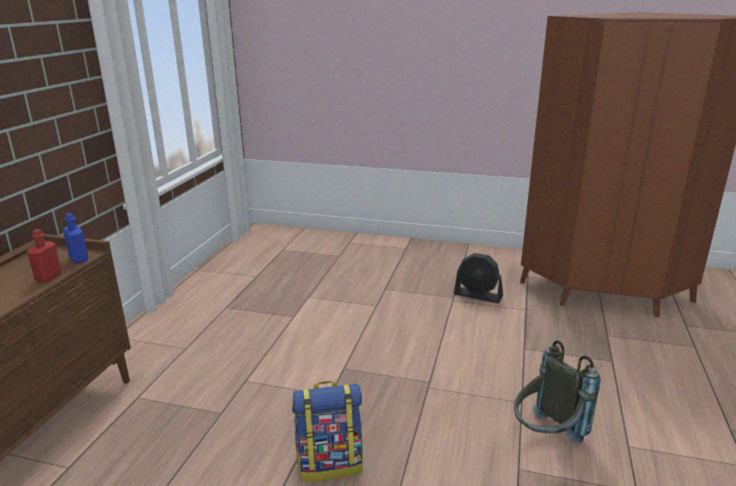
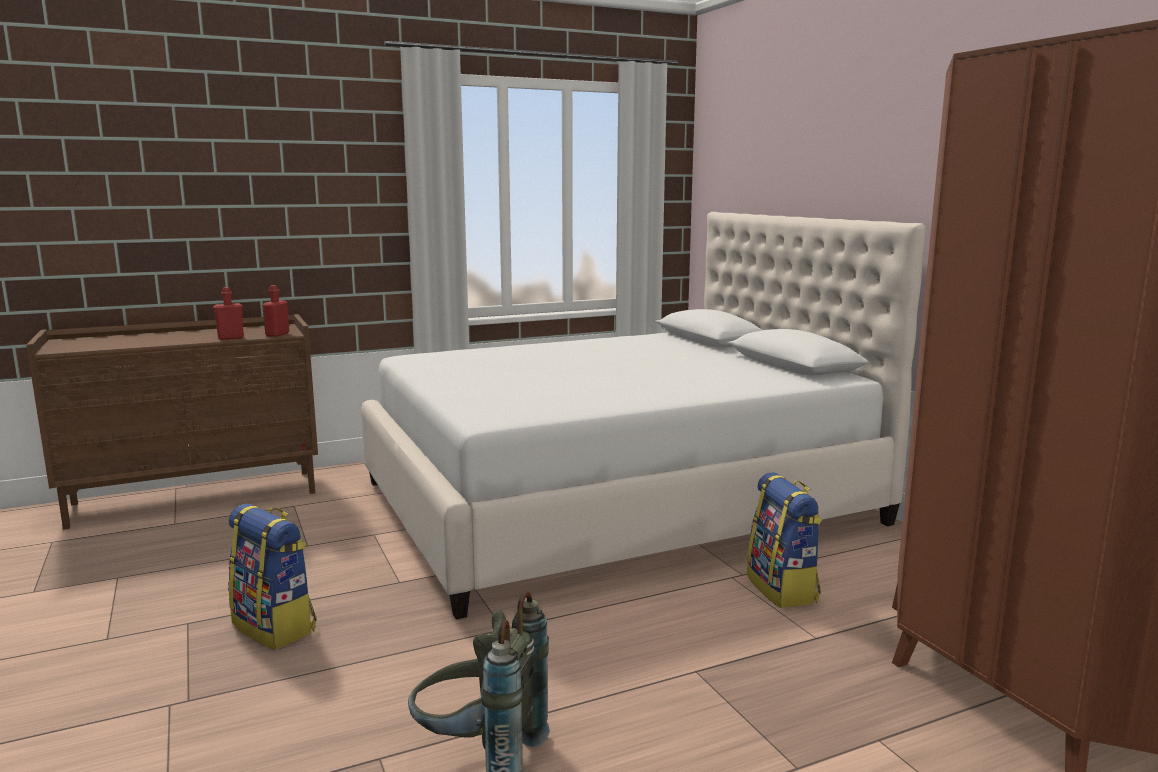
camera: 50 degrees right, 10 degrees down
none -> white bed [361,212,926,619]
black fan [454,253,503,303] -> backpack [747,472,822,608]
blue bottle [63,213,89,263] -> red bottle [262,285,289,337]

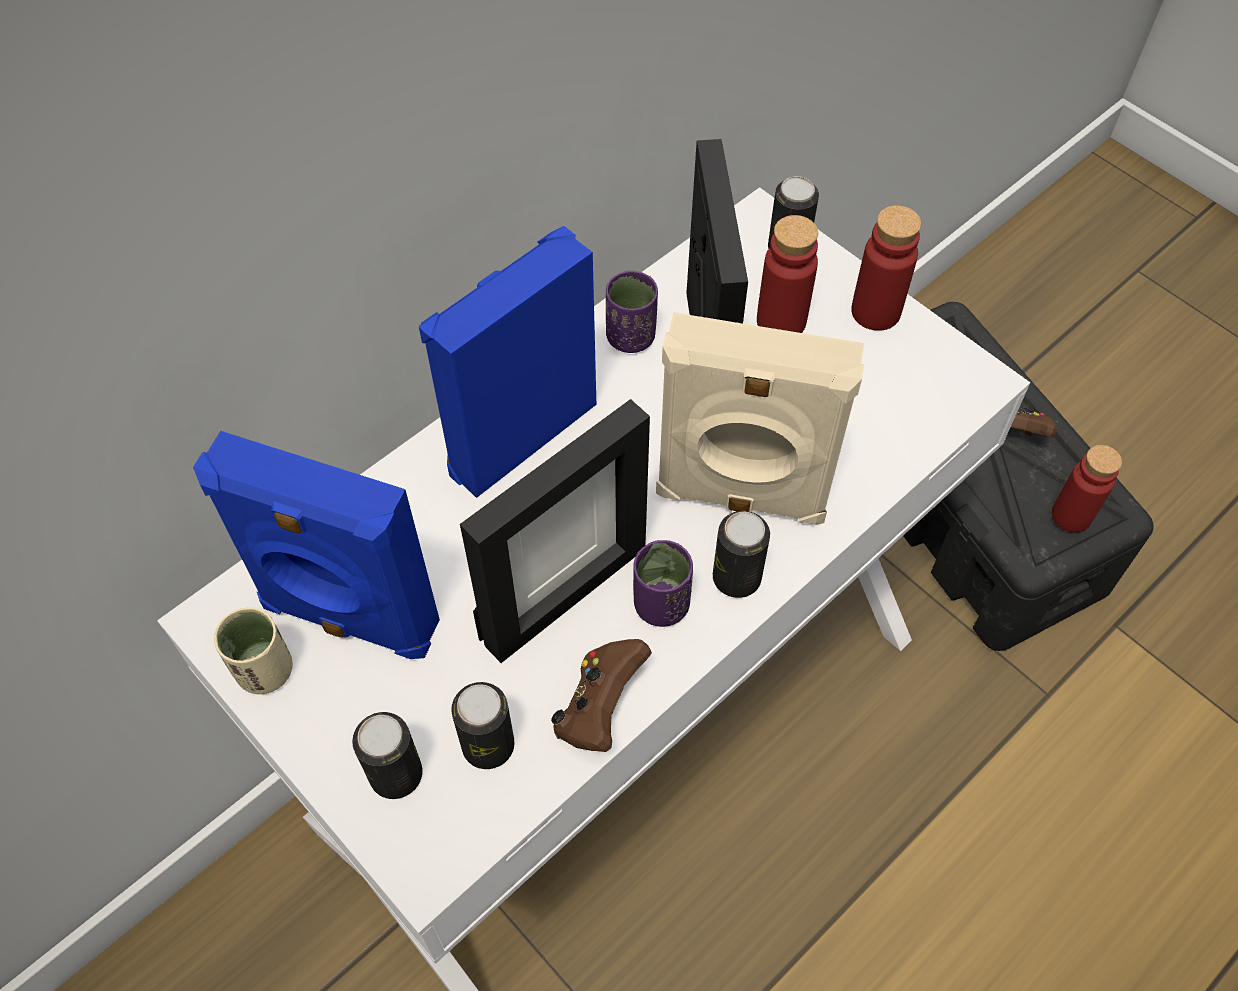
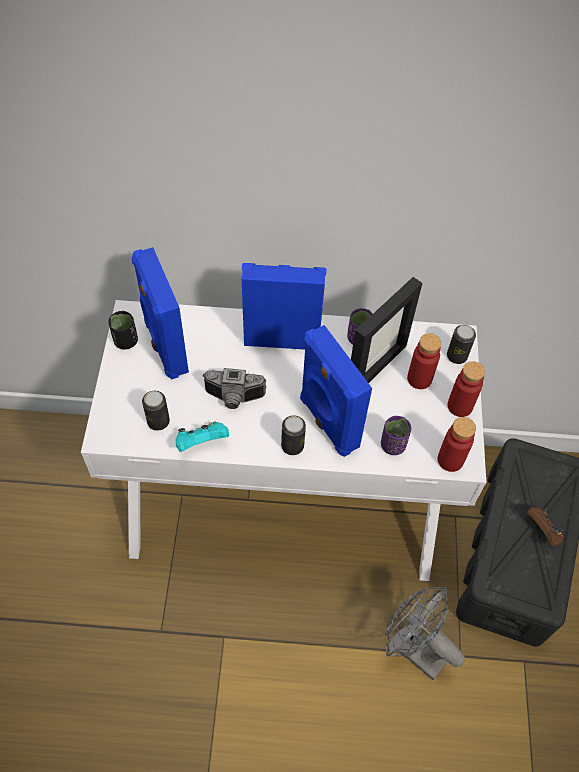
camera: 45 degrees right, 0 degrees up
can [352,712,422,799] -> none
none -> grey fan [385,587,465,680]
purple cup [633,540,693,627] -> purple cup [381,416,411,455], move
red bottle [1052,445,1122,532] -> red bottle [438,417,476,472], move
picture frame [460,399,650,663] -> photo camera [202,368,267,409]
beige cup [214,607,293,694] -> black cup [108,311,138,350]
brown game controller [551,639,652,752] -> turquoise game controller [176,421,229,452]
beige speaker [656,312,864,525] -> blue speaker [300,325,372,457]

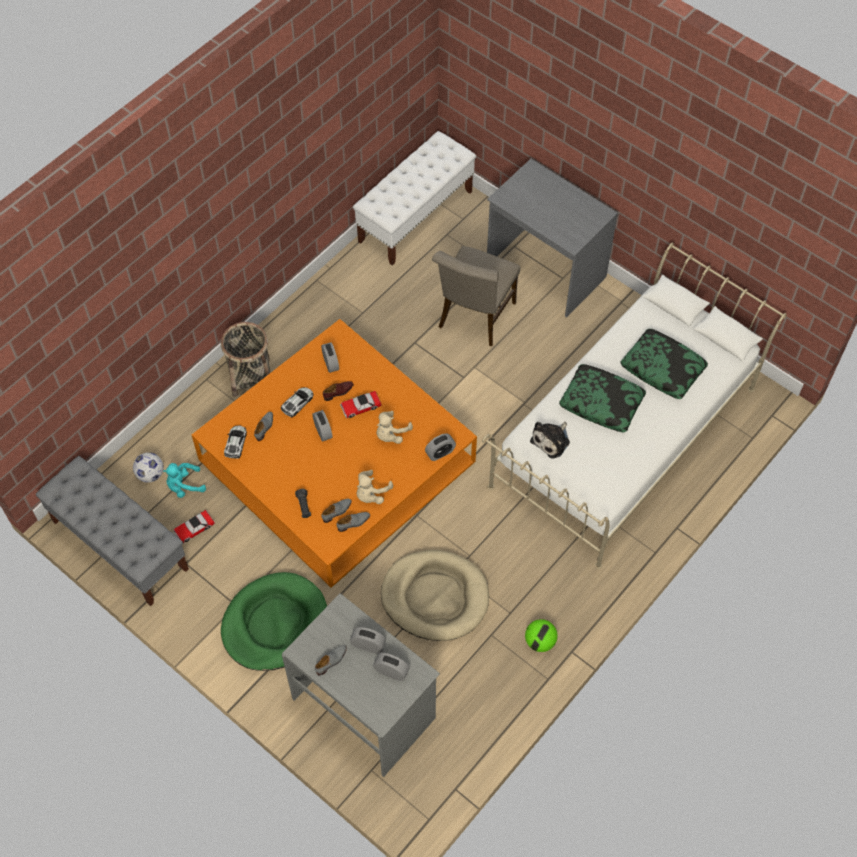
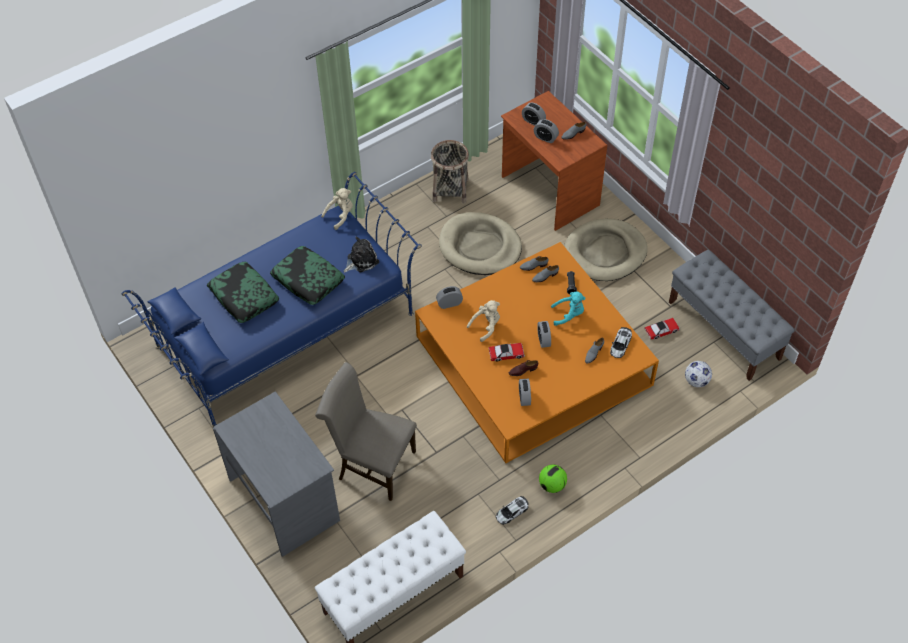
camera: 165 degrees left, 5 degrees down
turquoise plush toy [163,463,206,498] -> turquoise plush toy [551,292,585,326], move
basket [221,322,270,397] -> basket [431,140,469,203], move
toy car [281,387,314,417] -> toy car [496,496,529,525], move
beige plush toy [357,470,393,504] -> beige plush toy [321,188,353,230], move
football [525,619,558,652] -> football [539,465,567,493], move
green dog bed [221,572,327,671] -> beige dog bed [564,219,648,281]
grey desk [282,593,440,777] -> brown desk [501,91,607,231]
white bed [482,243,786,569] -> blue bed [122,172,422,428]
beige chair [432,246,520,346] -> beige chair [315,362,417,501], 105 degrees counterclockwise

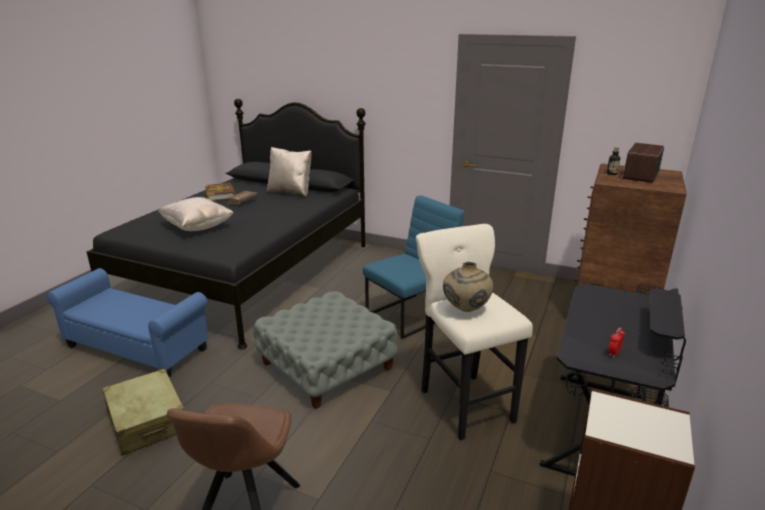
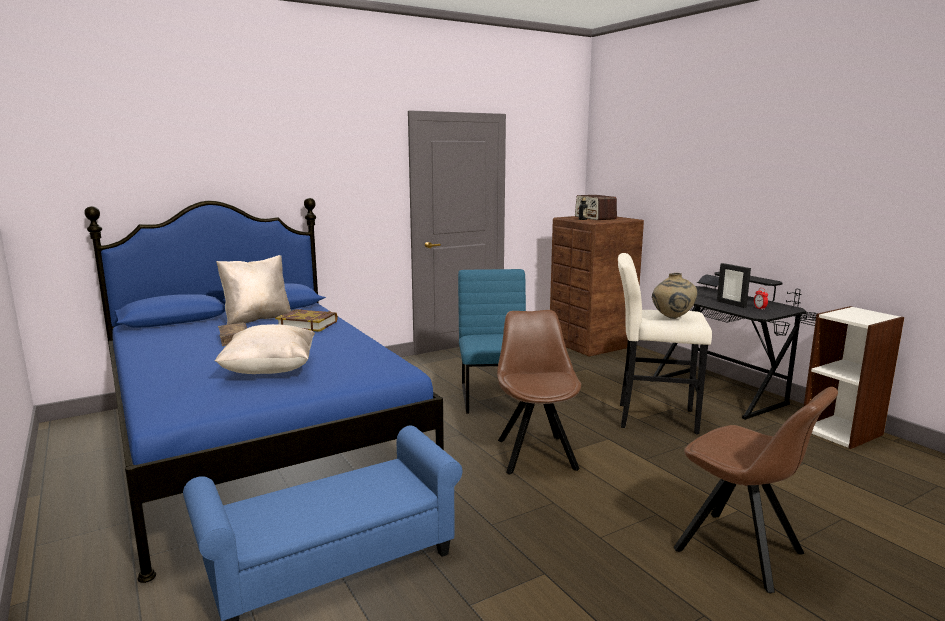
camera: 55 degrees left, 10 degrees down
beige suitcase [102,368,185,456] -> none
none -> picture frame [717,263,751,308]
book [205,183,235,201] -> book [275,309,338,332], move
grey ottoman [253,291,398,409] -> brown chair [497,310,581,474]
black bed [87,99,365,349] -> blue bed [84,198,444,583]

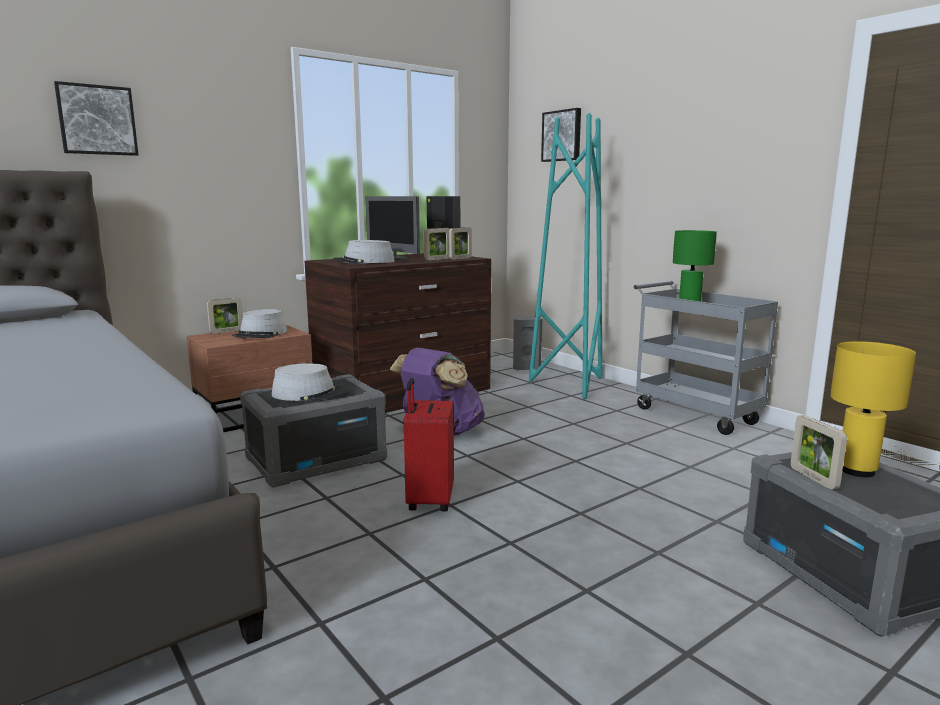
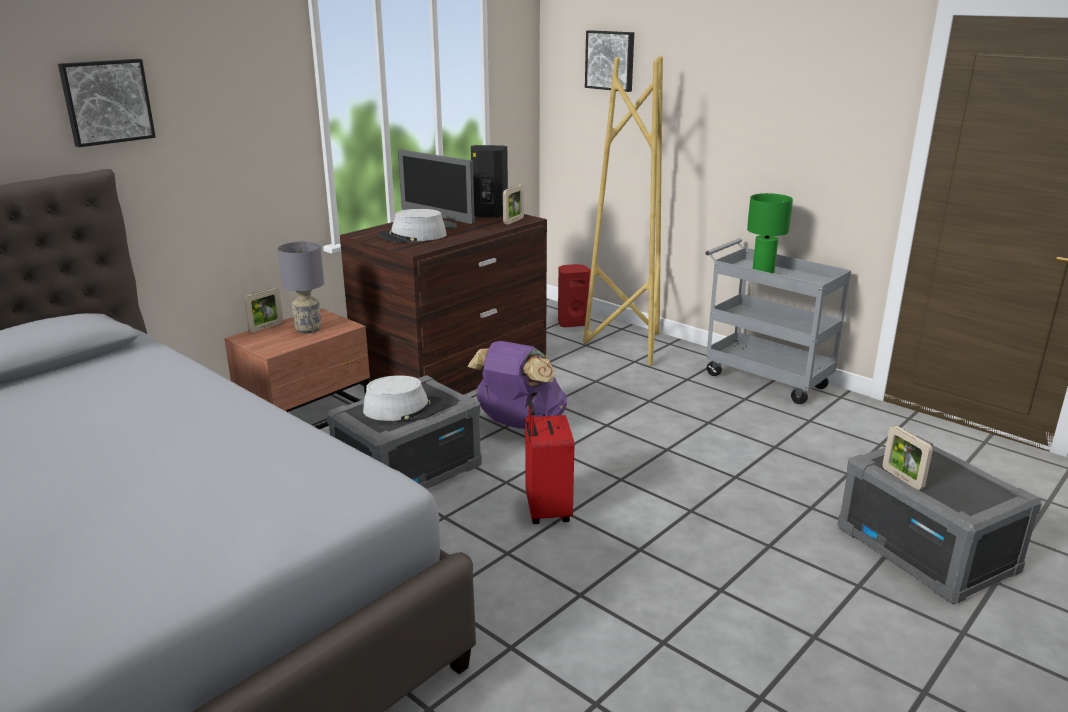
camera: 10 degrees left, 10 degrees up
picture frame [424,228,449,260] -> none
yellow table lamp [831,341,916,477] -> none
grey hat [232,309,287,338] -> grey table lamp [278,241,324,334]
grey speaker [513,315,542,370] -> red speaker [558,264,591,328]
turquoise clothes rack [529,113,602,399] -> yellow clothes rack [583,56,663,366]

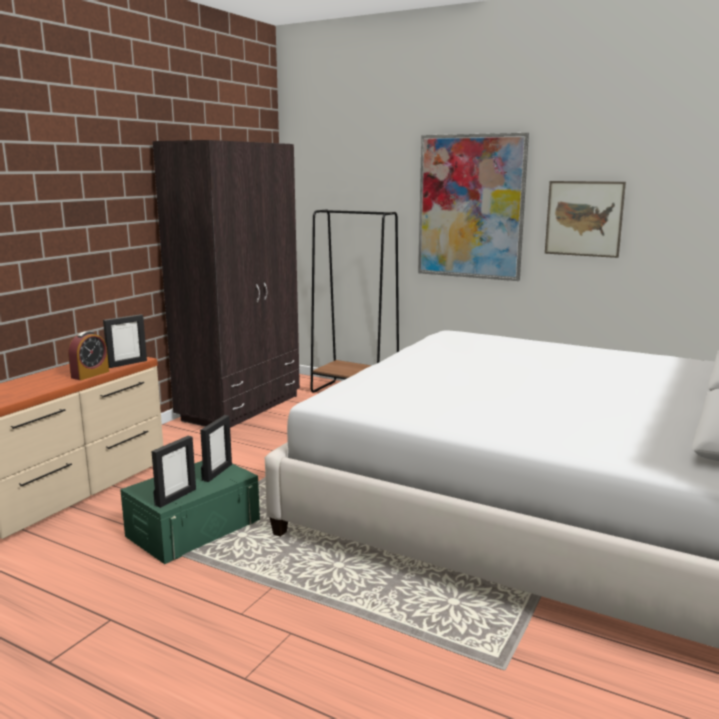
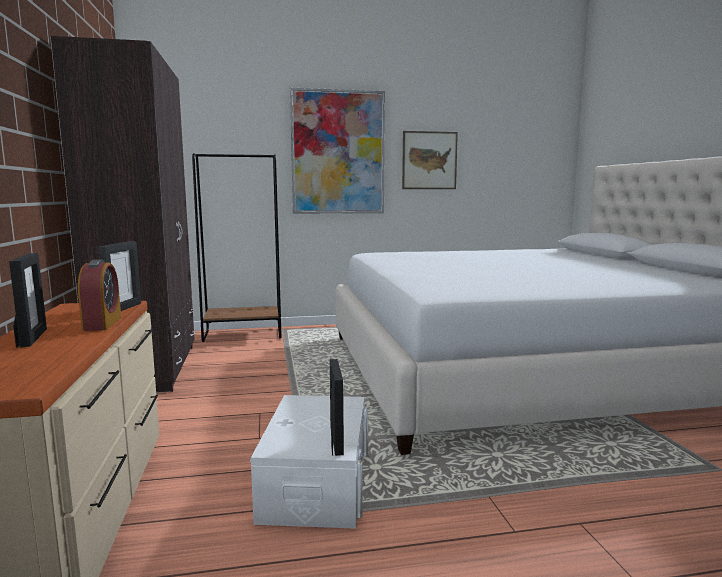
camera: 40 degrees left, 5 degrees down
picture frame [200,415,232,482] -> picture frame [9,253,47,348], move
green storage box [120,461,260,564] -> white storage box [250,395,368,529]

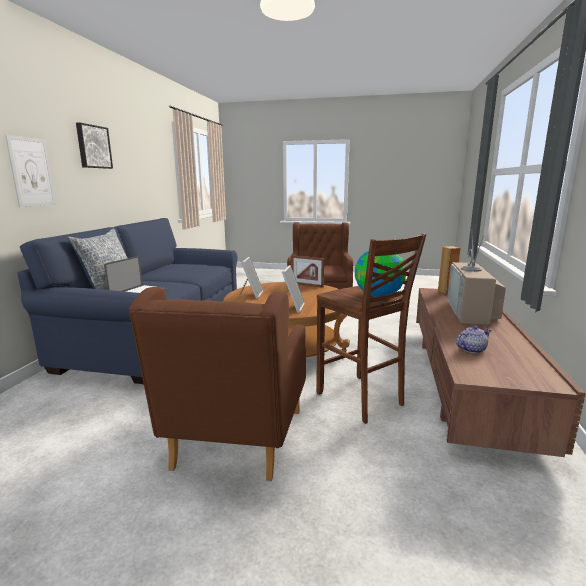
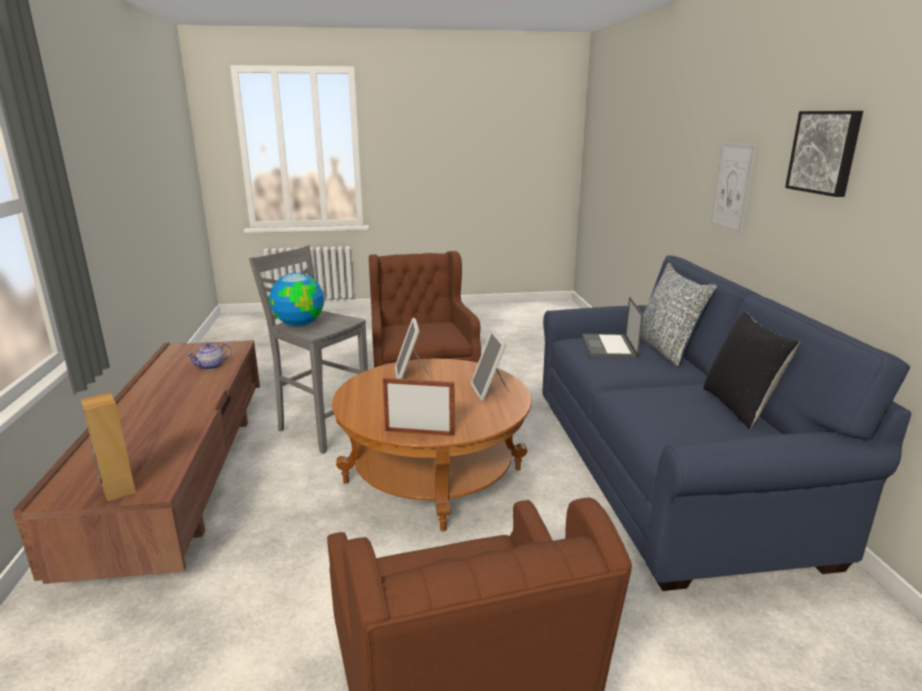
camera: 160 degrees right, 5 degrees up
television [447,235,506,325] -> none
none -> black pillow [703,311,800,429]
brown stool [316,233,427,424] -> grey stool [249,246,368,454]

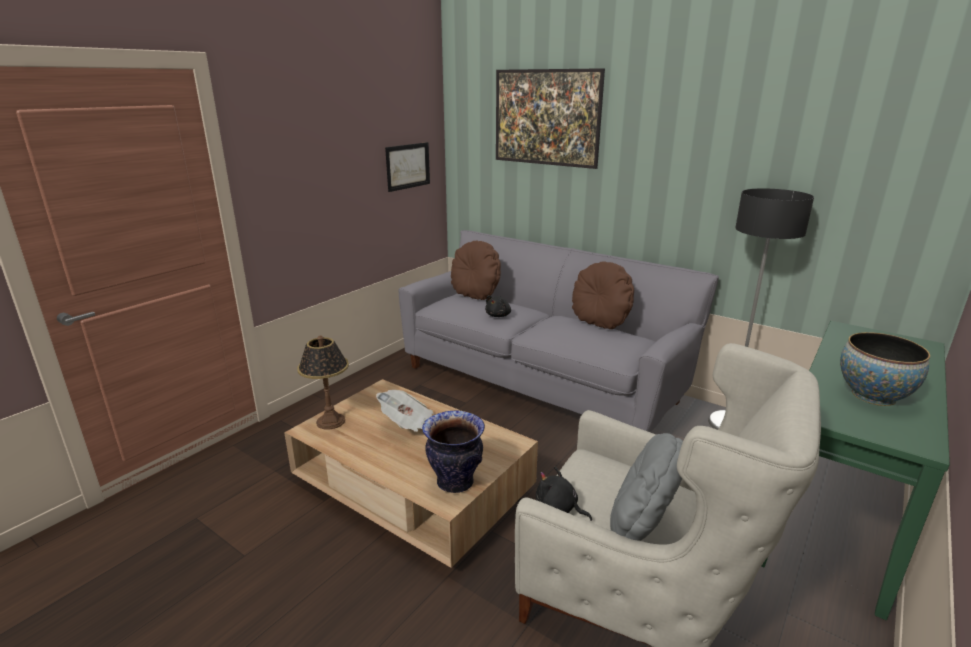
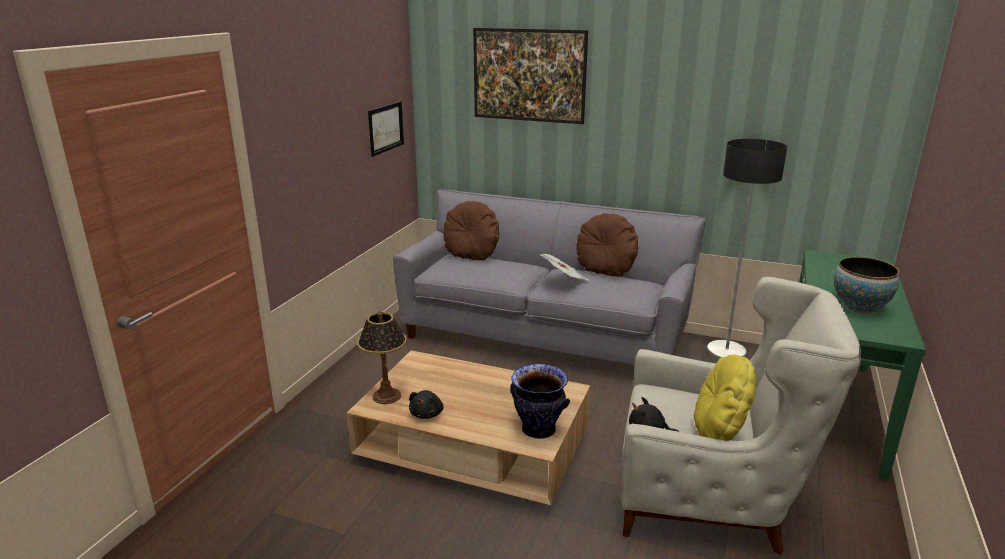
camera: 15 degrees left, 0 degrees up
newspaper [376,390,433,432] -> newspaper [539,254,590,281], move
black plush toy [485,295,511,317] -> black plush toy [409,390,444,419], move
grey pillow [610,433,683,541] -> yellow pillow [694,355,756,441]

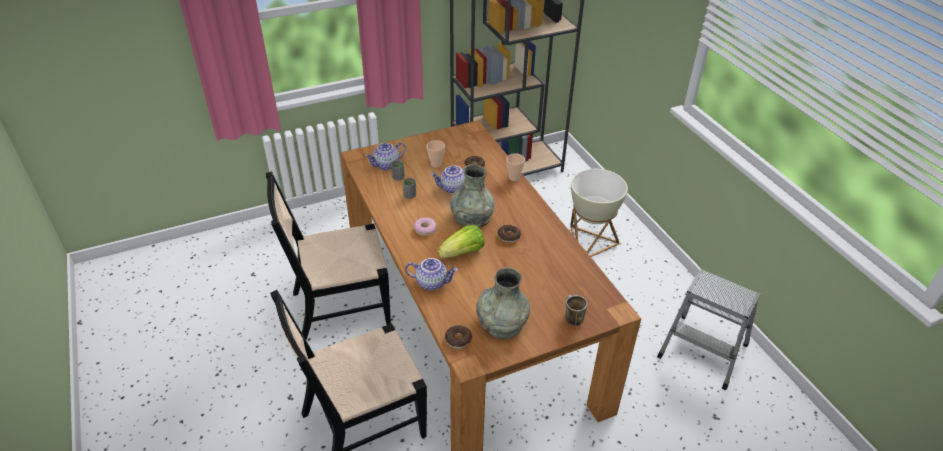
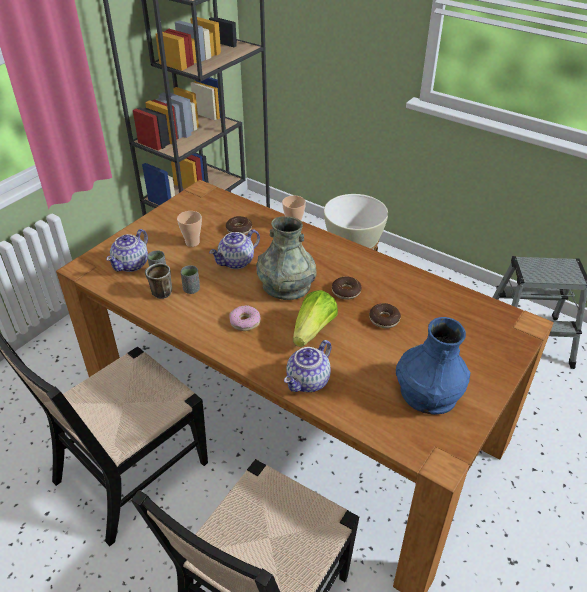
camera: 30 degrees left, 0 degrees up
donut [445,325,472,349] -> donut [369,303,401,328], move
mug [565,295,588,326] -> mug [145,263,172,299], move
grey vase [476,268,530,339] -> blue vase [396,317,471,415]
teapot [405,258,458,290] -> teapot [284,340,331,392], 150 degrees clockwise

